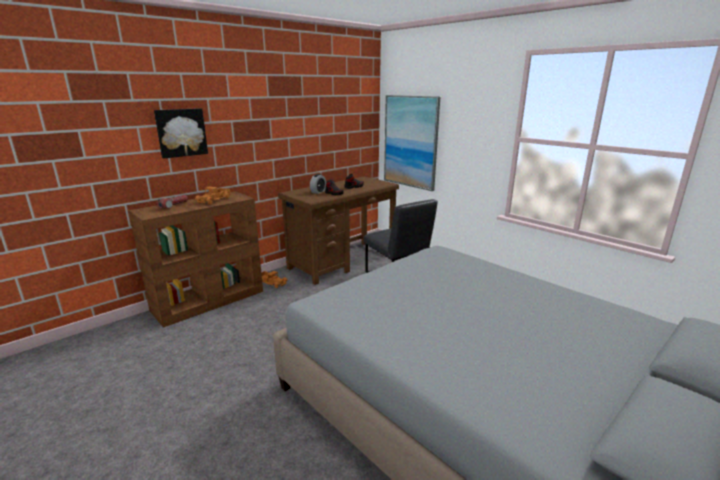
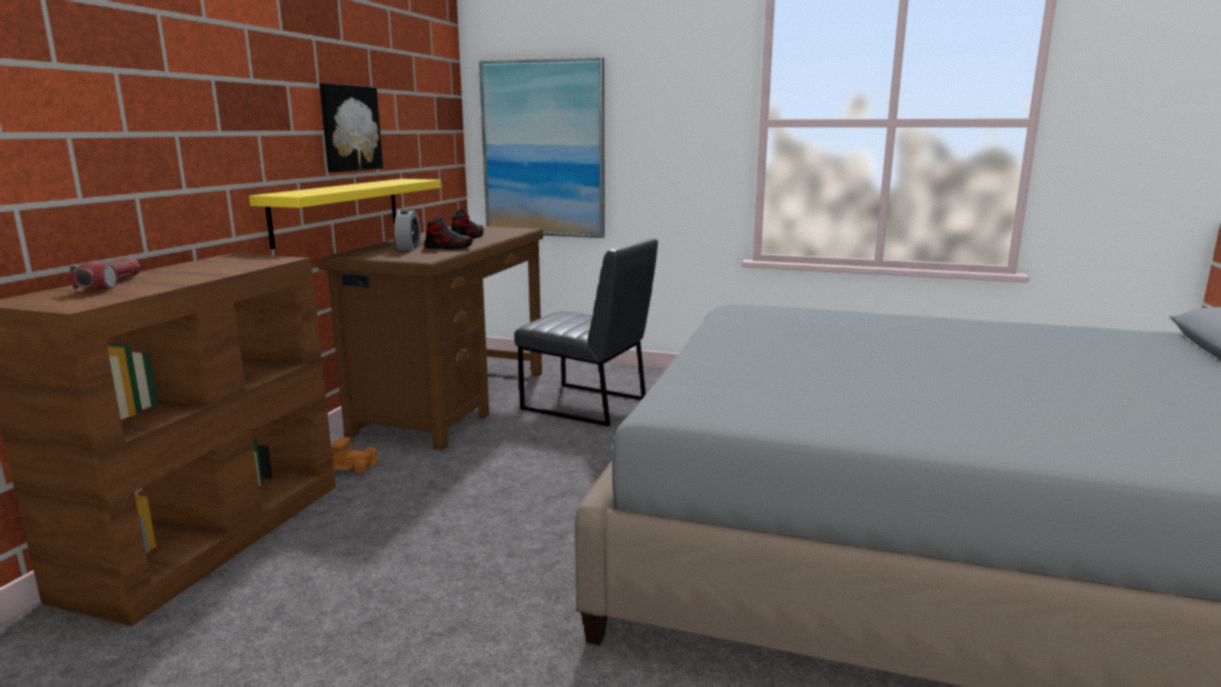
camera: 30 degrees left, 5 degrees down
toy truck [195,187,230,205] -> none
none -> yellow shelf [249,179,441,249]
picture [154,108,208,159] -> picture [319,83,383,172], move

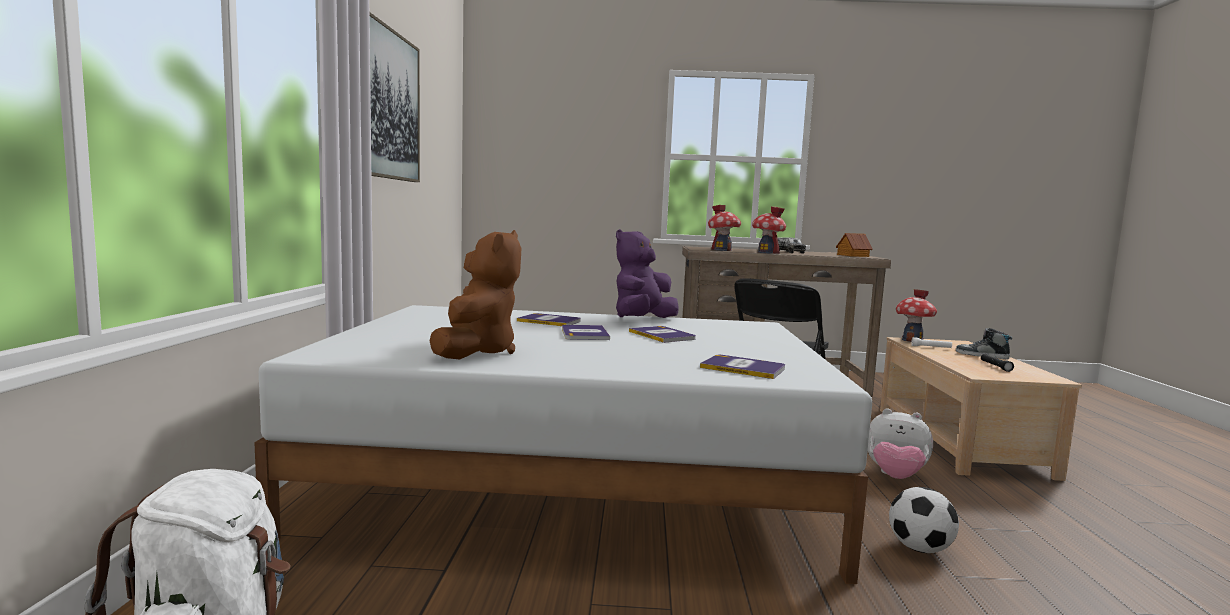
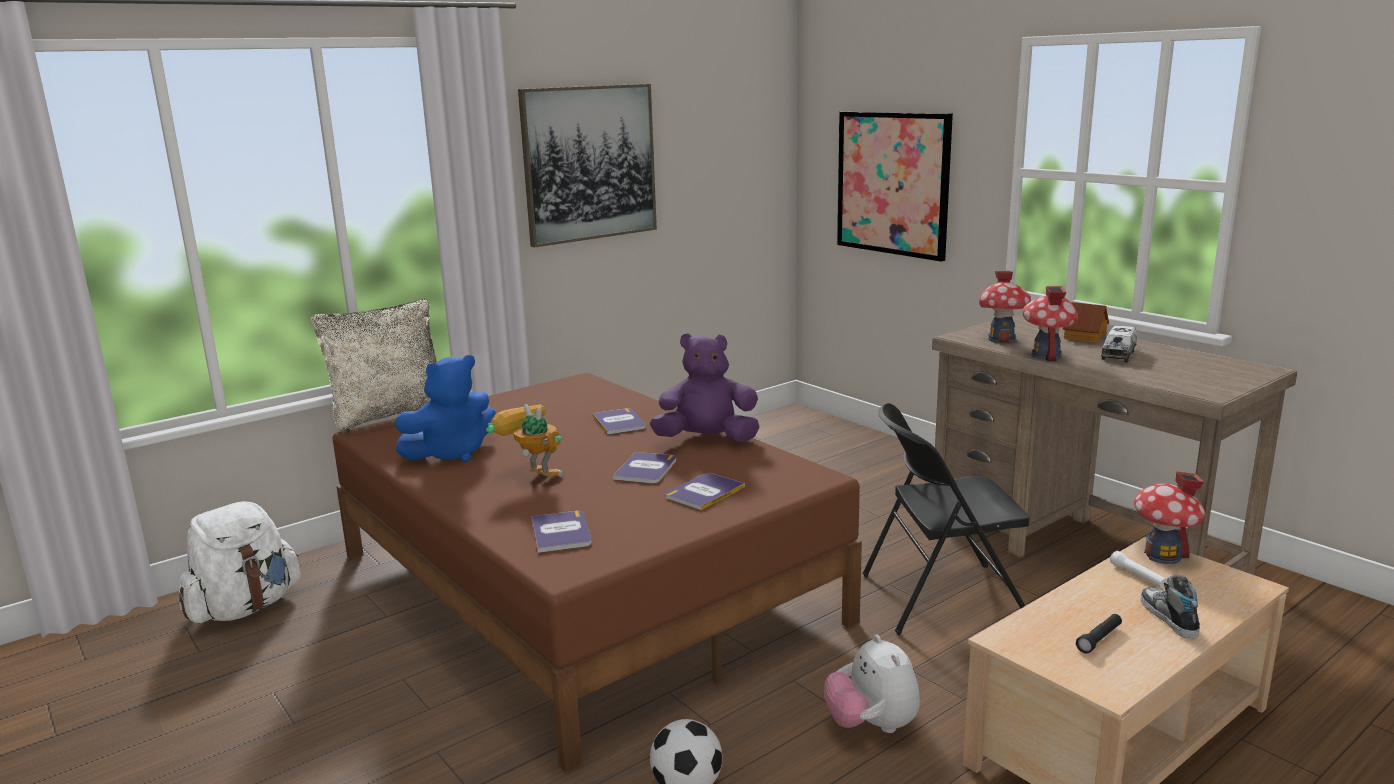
camera: 50 degrees right, 10 degrees up
none -> beige pillow [311,298,437,431]
none -> toy robot [486,404,563,477]
none -> picture [837,111,953,262]
book [562,325,610,340] -> book [666,473,745,510], move
toy house [836,233,873,257] -> toy house [1063,302,1109,343], move
white bed [254,305,872,584] -> brown bed [333,373,862,773]
brown plush toy [430,230,522,359] -> blue plush toy [396,355,496,463]

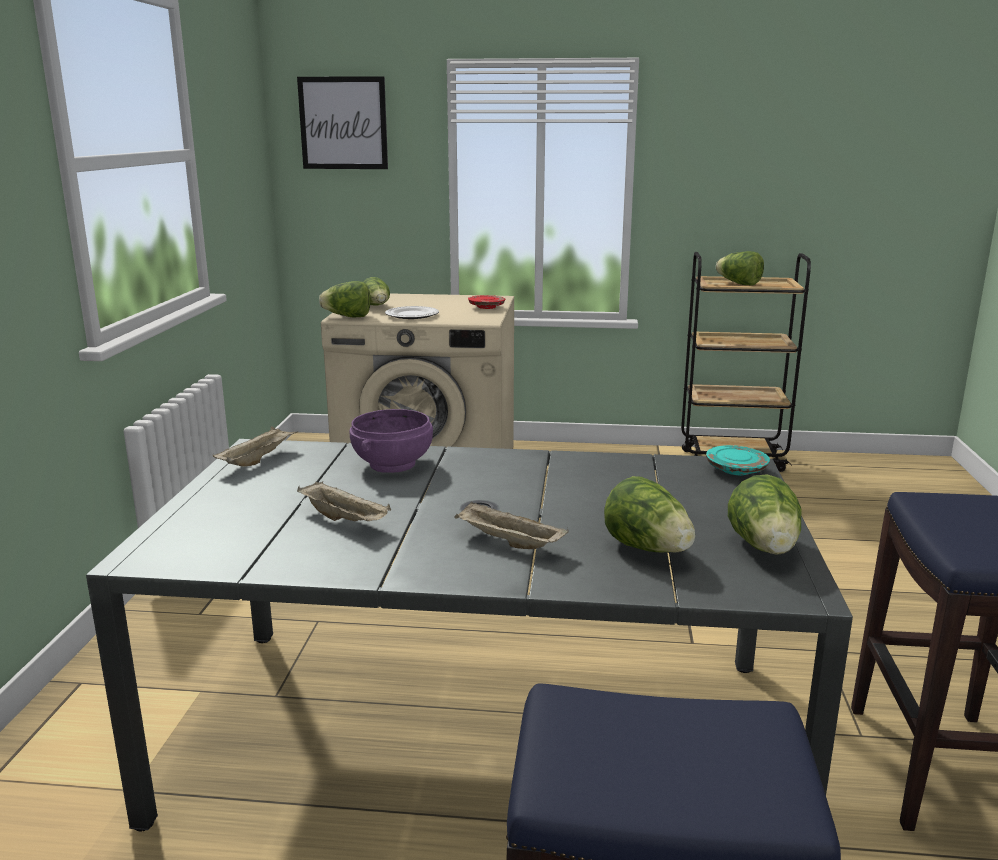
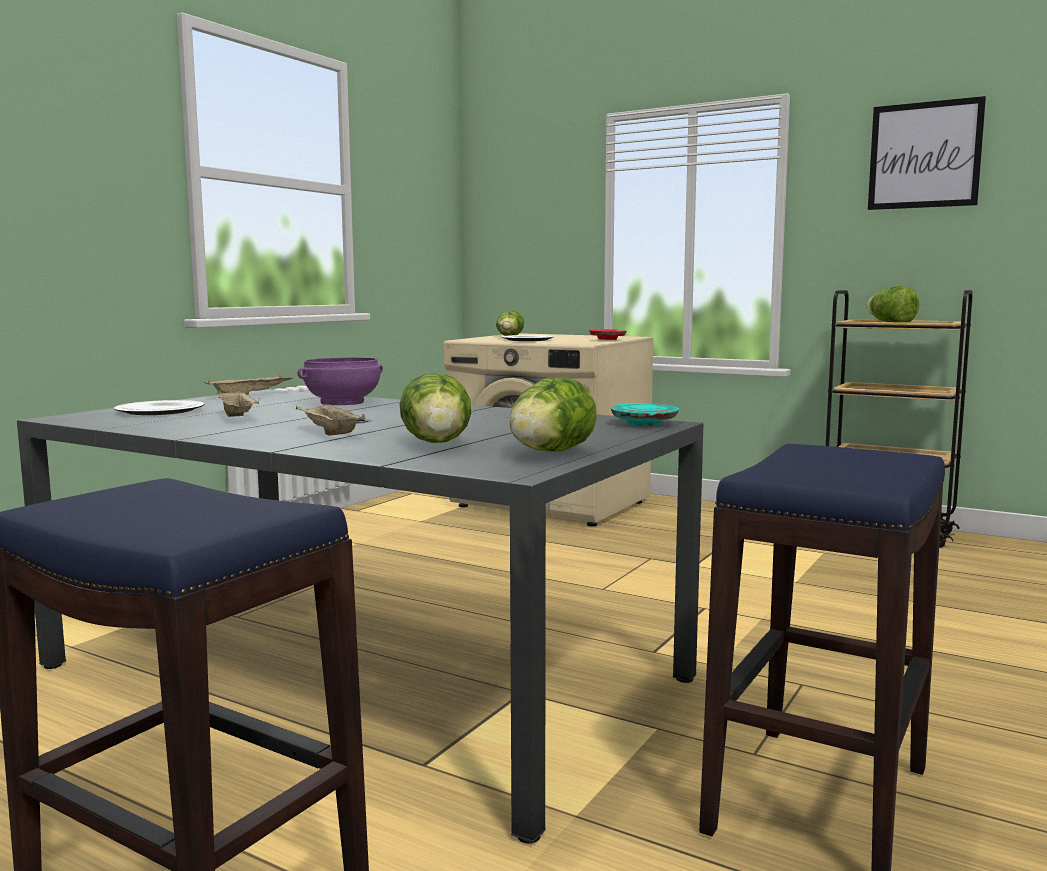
camera: 25 degrees right, 10 degrees down
lettuce [319,281,370,317] -> none
none -> plate [114,400,204,415]
picture [297,76,388,169] -> picture [868,96,986,210], move

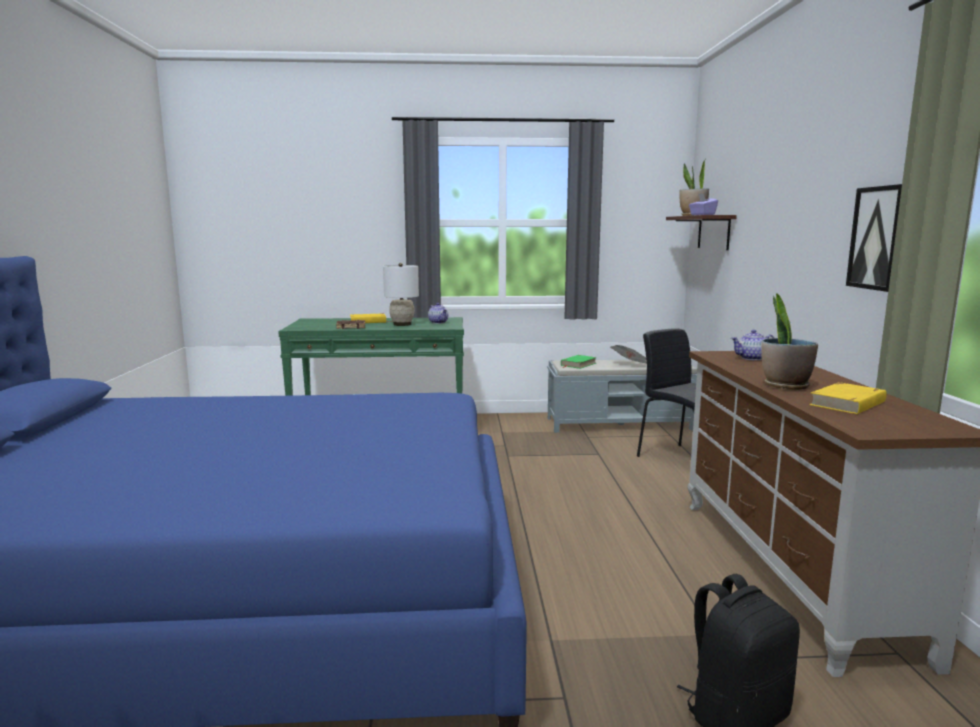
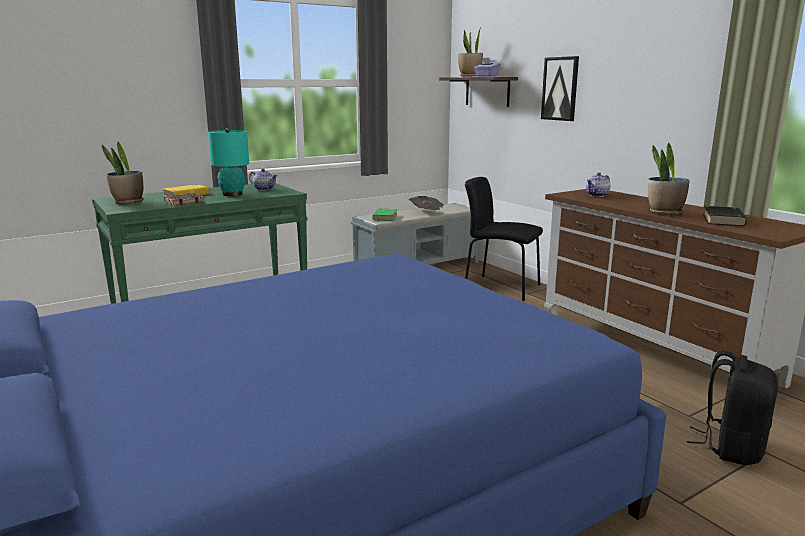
camera: 30 degrees left, 5 degrees up
none -> potted plant [102,141,144,204]
picture [846,184,902,292] -> picture [541,56,579,121], move
white table lamp [383,263,419,326] -> turquoise table lamp [208,128,249,196]
yellow book [809,382,887,414] -> black book [703,206,747,226]

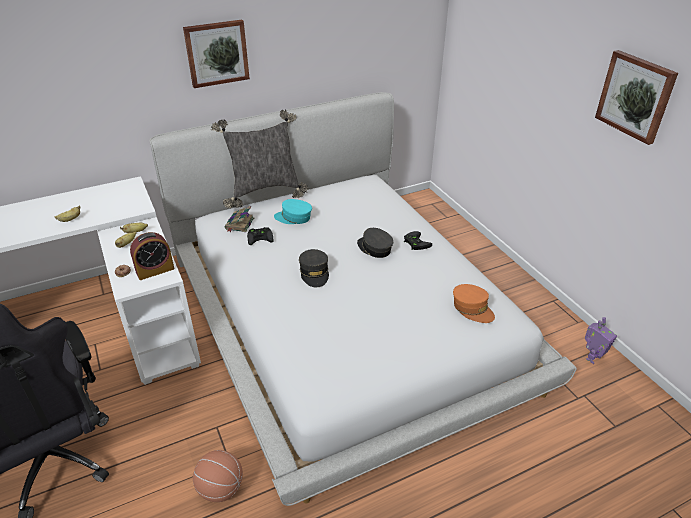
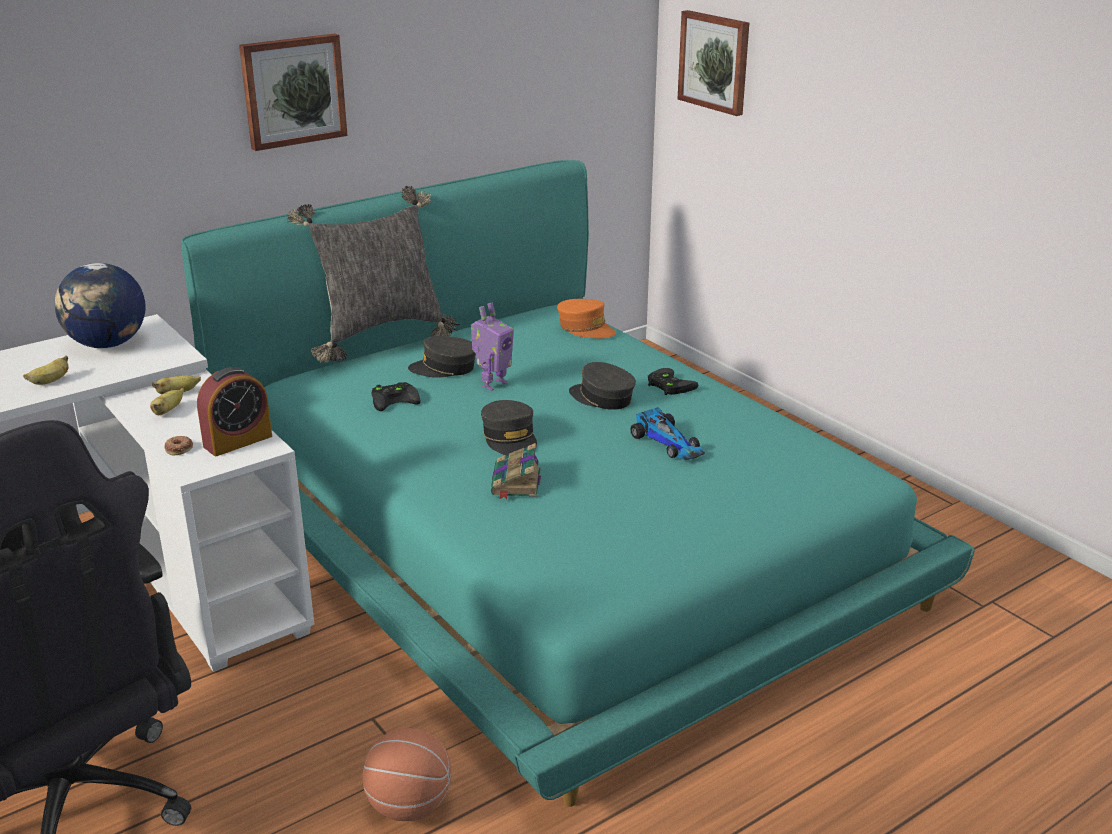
camera: 10 degrees left, 10 degrees down
none -> globe [55,263,146,348]
none -> toy car [630,407,705,460]
book [225,206,254,232] -> book [491,443,541,499], move
orange cap [453,284,495,323] -> orange cap [557,299,616,338], move
toy robot [585,317,617,364] -> toy robot [471,303,514,391], move
picture [595,50,678,145] -> picture [678,10,749,116], move
white bed [149,92,577,506] -> turquoise bed [181,160,975,807]
turquoise cap [274,199,312,224] -> grey cap [408,336,476,378]

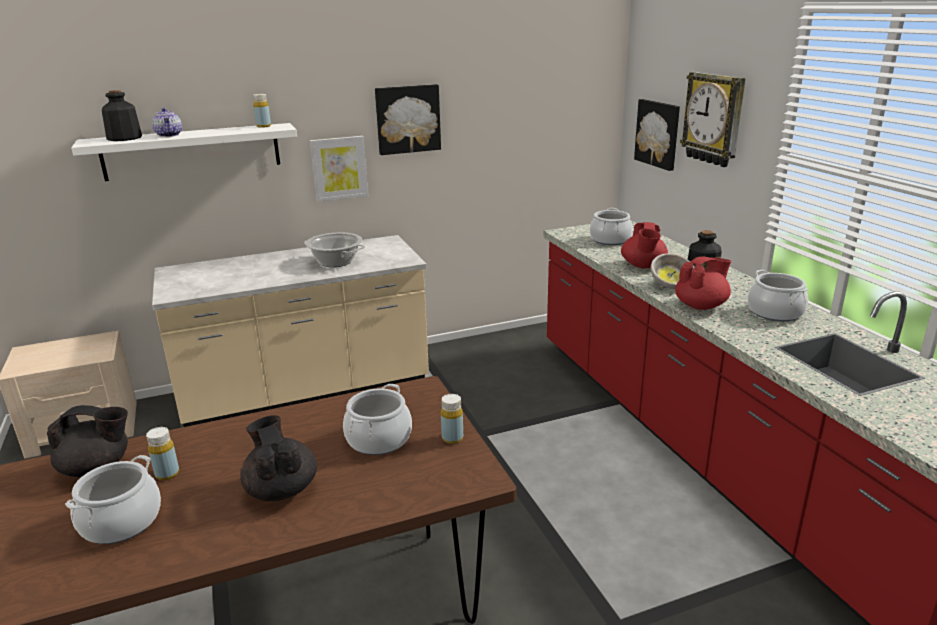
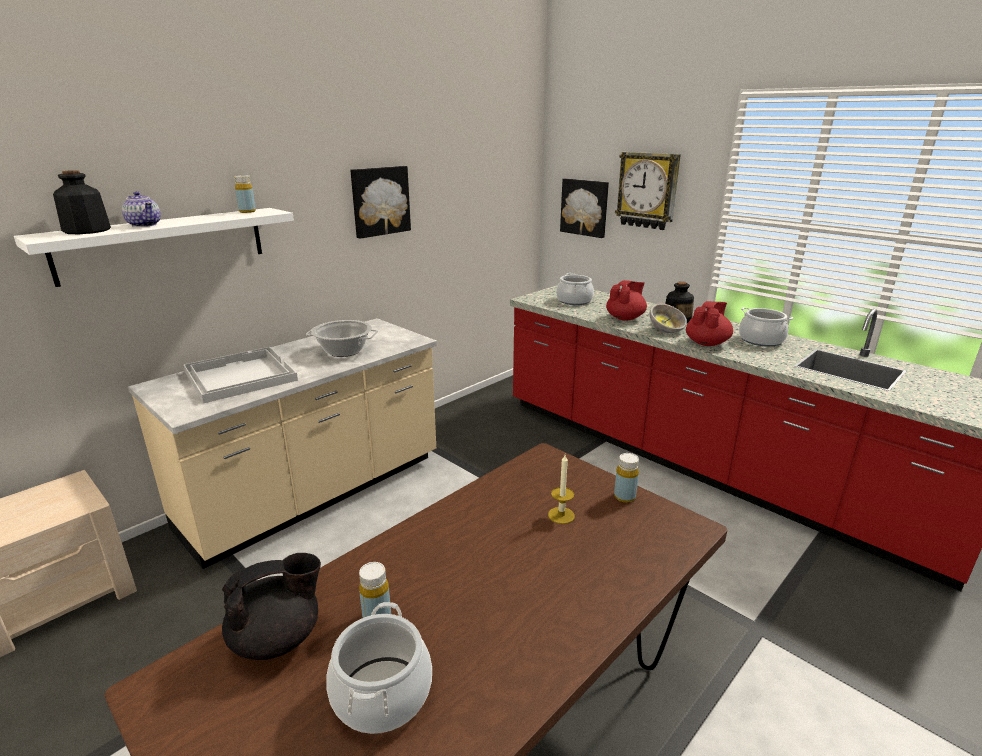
camera: 25 degrees left, 0 degrees up
black teapot [240,415,317,501] -> none
picture [310,136,368,202] -> none
none -> white tray [183,347,298,403]
cooking pot [343,384,412,455] -> candle [548,455,575,524]
red teapot [621,222,668,269] -> red teapot [606,280,647,321], 120 degrees counterclockwise

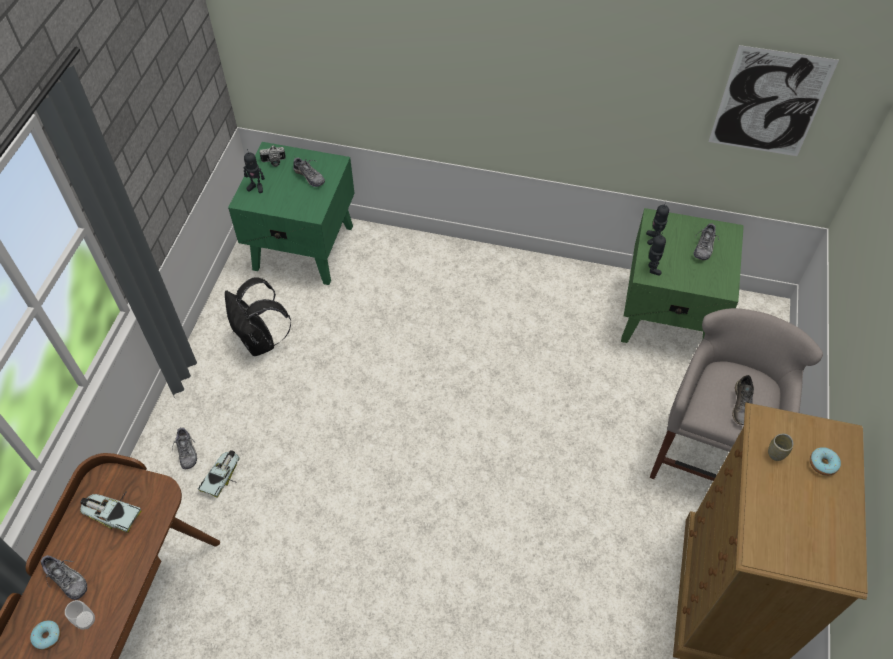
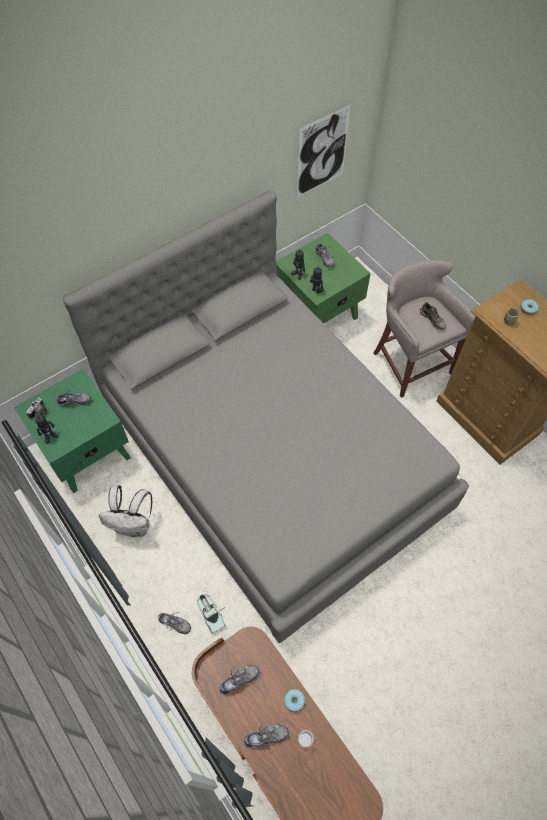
camera: 50 degrees left, 5 degrees up
none -> grey bed [63,191,469,643]
donut [30,620,61,650] -> donut [284,689,305,712], move
toy car [80,491,142,533] -> shoe [219,665,260,695]
black backpack [225,277,291,356] -> white backpack [98,485,152,537]

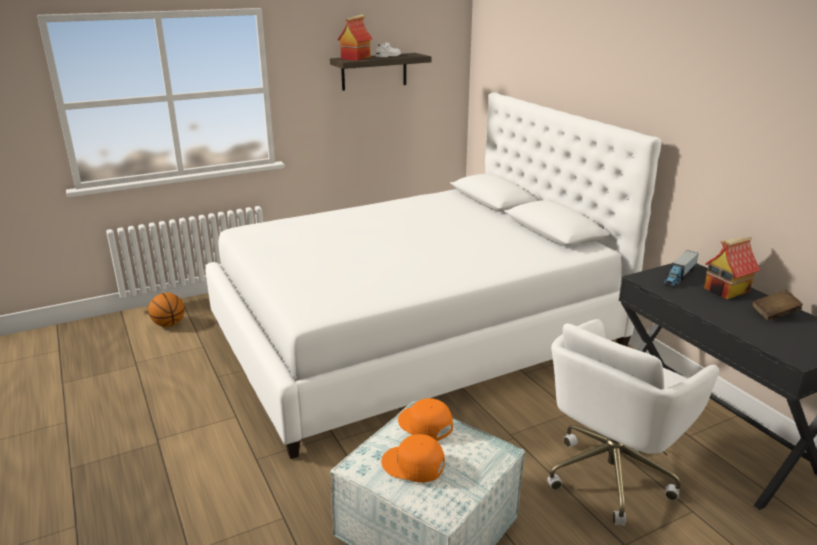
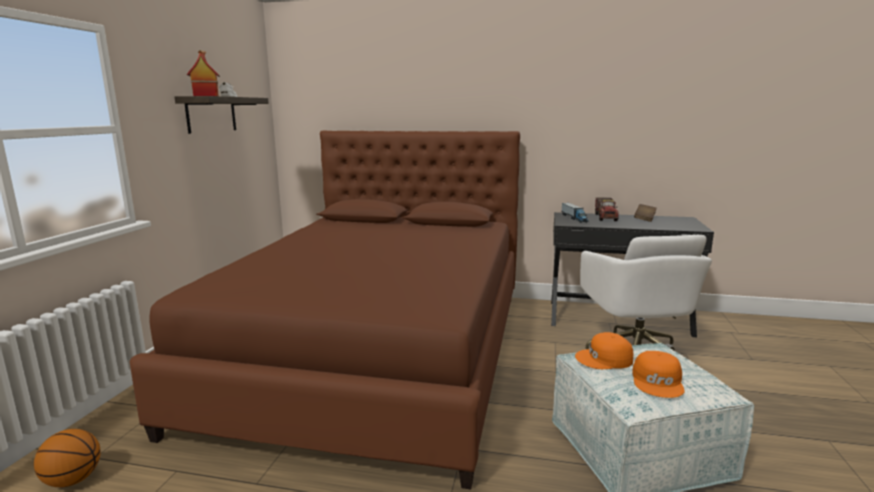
camera: 50 degrees left, 10 degrees down
toy house [704,237,760,299] -> toy truck [595,197,619,221]
white bed [206,92,661,459] -> brown bed [130,131,520,489]
orange cap [381,434,445,483] -> orange cap [633,351,685,398], 45 degrees counterclockwise

